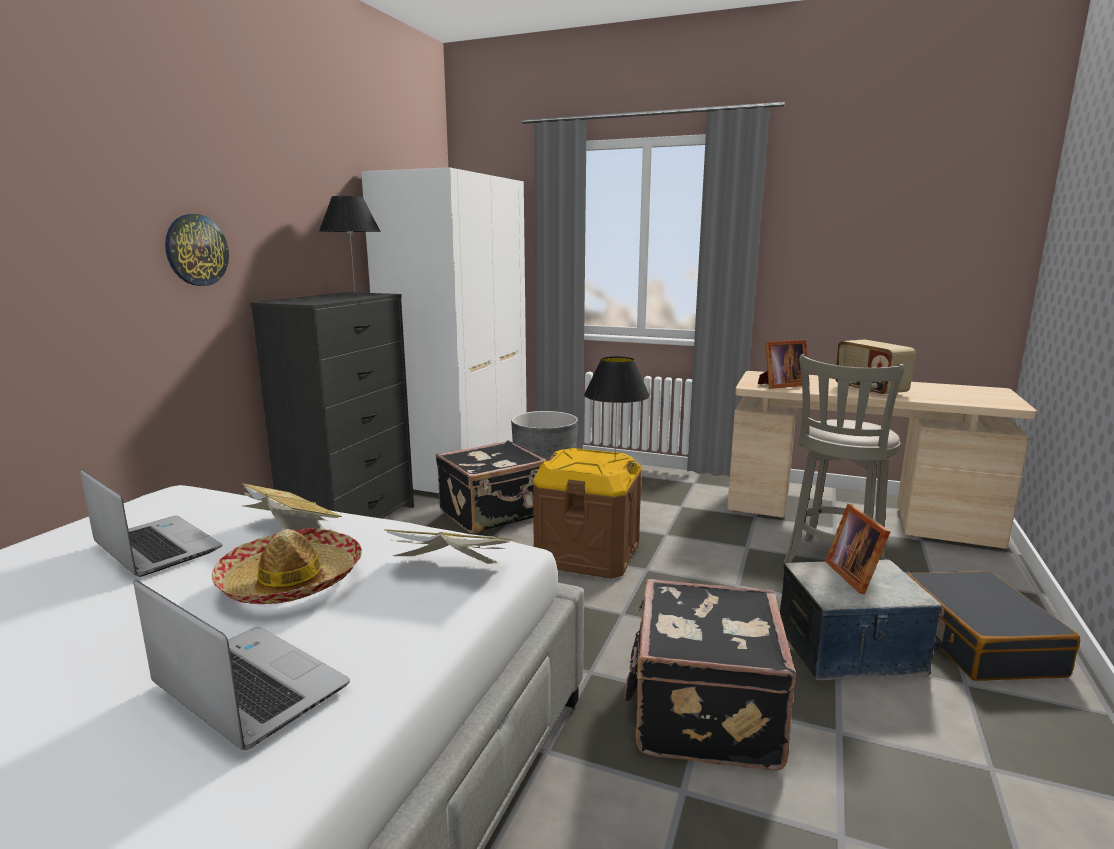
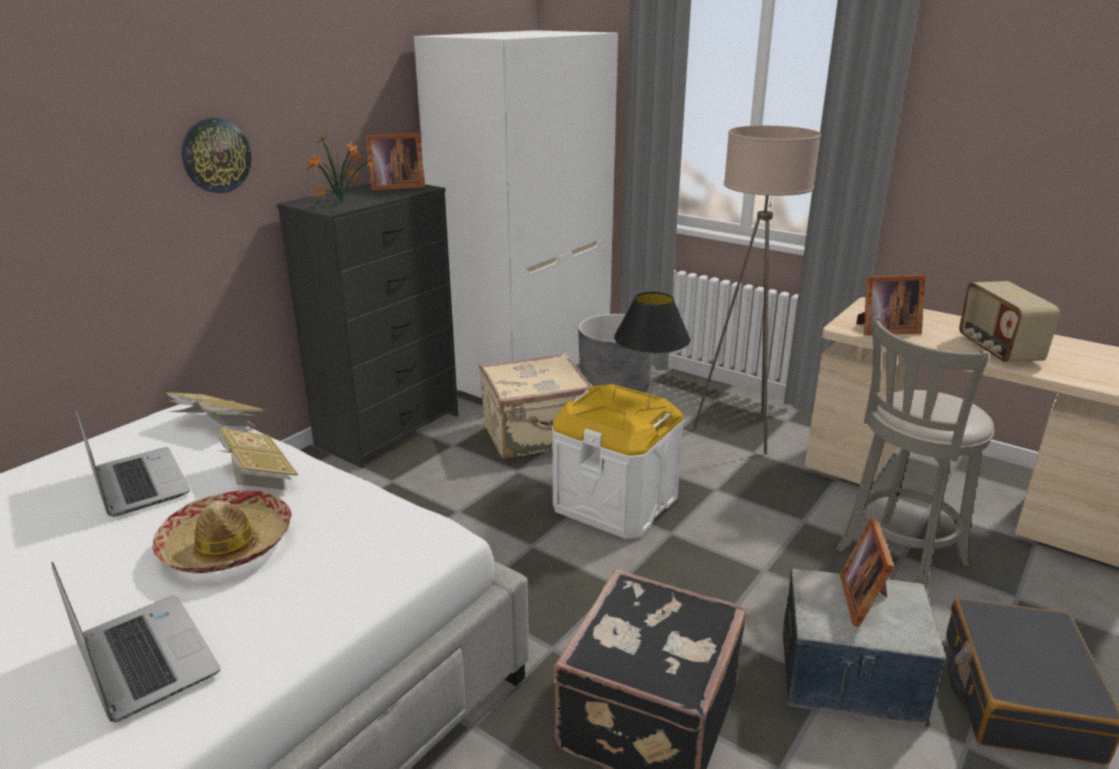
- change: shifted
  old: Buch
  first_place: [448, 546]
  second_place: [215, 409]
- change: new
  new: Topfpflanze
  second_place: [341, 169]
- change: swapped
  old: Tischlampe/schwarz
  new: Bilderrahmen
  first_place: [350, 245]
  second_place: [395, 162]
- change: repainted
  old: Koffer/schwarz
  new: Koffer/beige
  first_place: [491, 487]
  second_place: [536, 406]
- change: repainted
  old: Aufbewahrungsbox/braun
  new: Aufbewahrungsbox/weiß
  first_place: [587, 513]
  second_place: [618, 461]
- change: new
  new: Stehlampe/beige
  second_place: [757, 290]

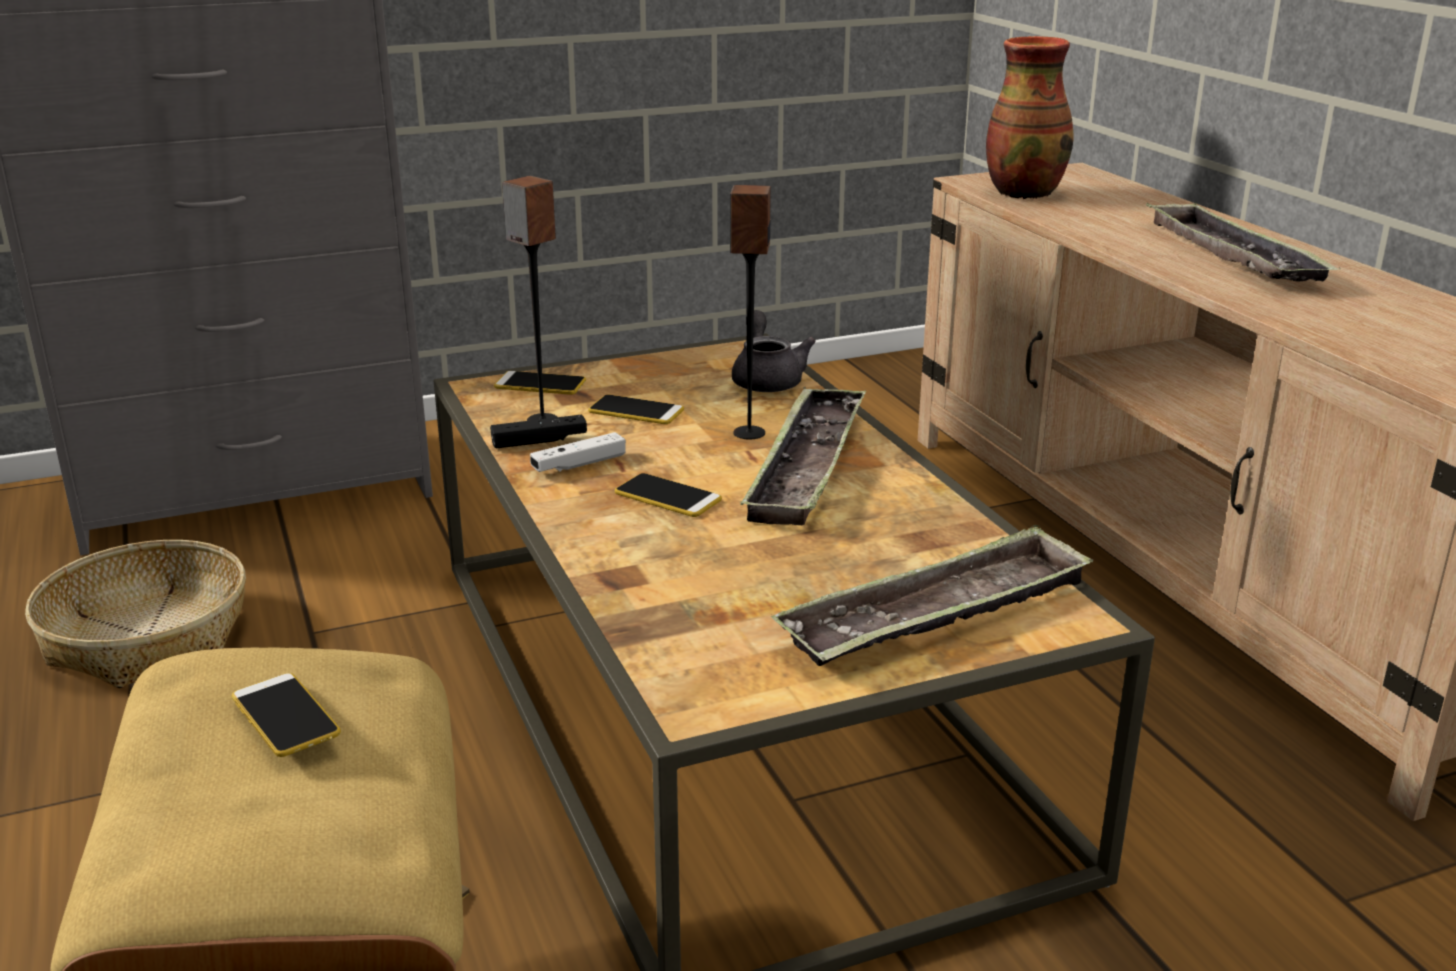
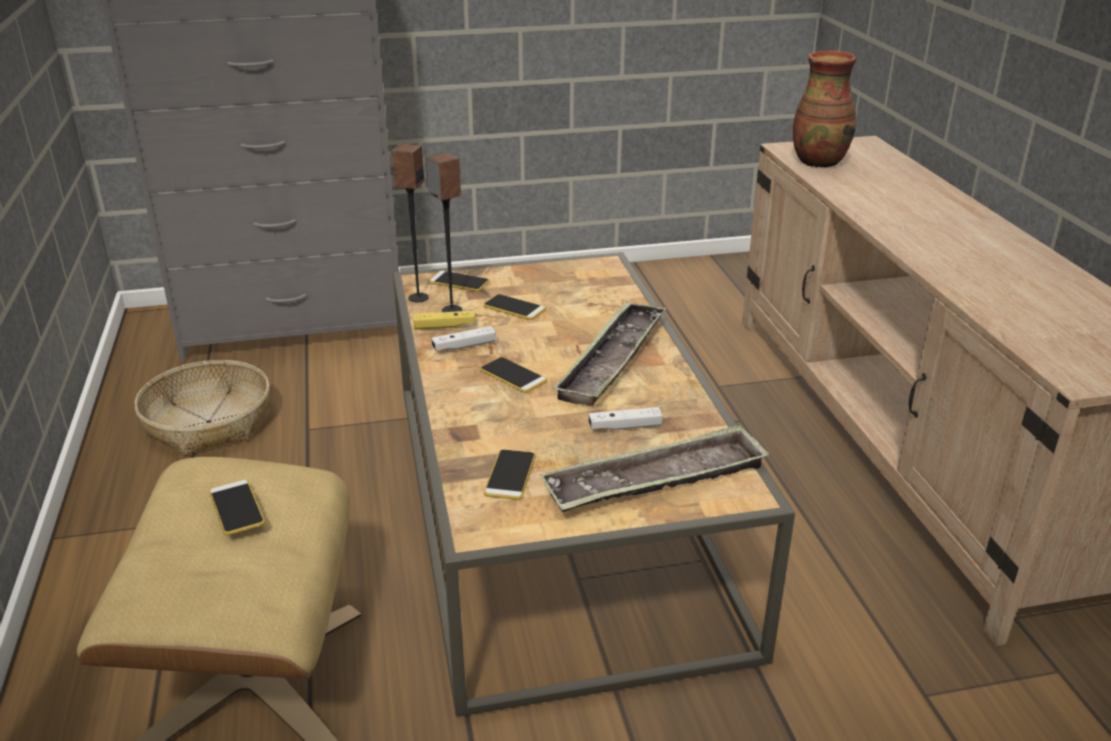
- change: shifted
  old: Lautsprecher
  first_place: [750, 312]
  second_place: [410, 223]
- change: repainted
  old: Gamepad/schwarz
  new: Gamepad/gelb
  first_place: [538, 432]
  second_place: [444, 320]
- change: new
  new: Handy
  second_place: [510, 474]
- change: new
  new: Gamepad/weiß
  second_place: [626, 418]
- change: gone
  old: Teekanne/grau
  first_place: [774, 351]
- change: gone
  old: Tablett
  first_place: [1243, 242]

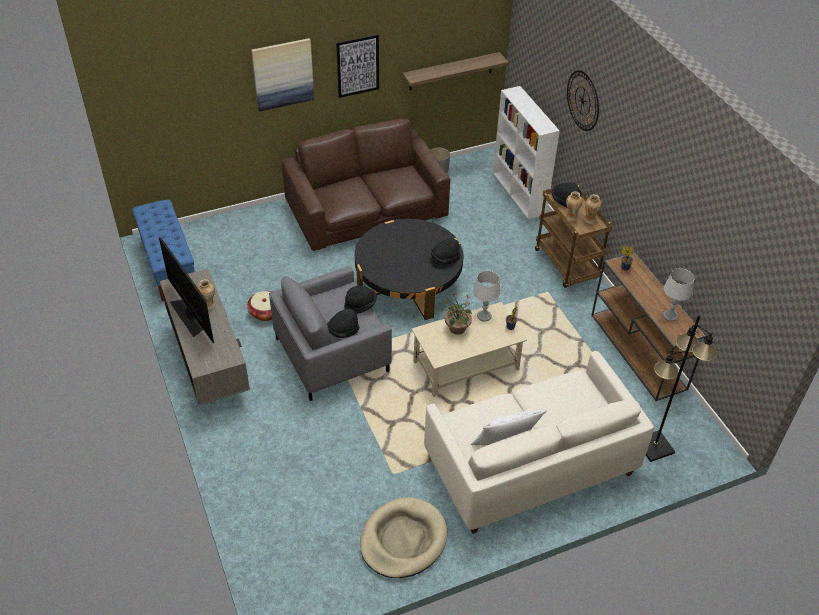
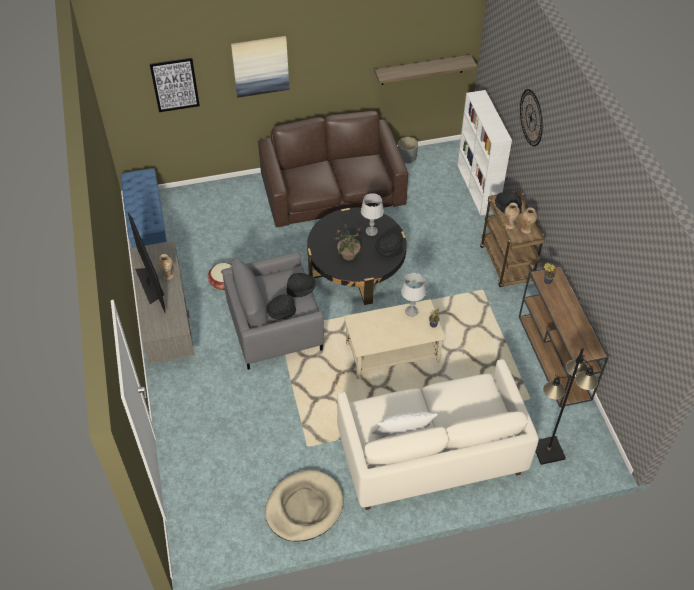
- change: shifted
  old: Bild
  first_place: [357, 66]
  second_place: [175, 85]
- change: shifted
  old: Topfpflanze
  first_place: [456, 313]
  second_place: [347, 242]
- change: shifted
  old: Tischlampe/grau
  first_place: [679, 294]
  second_place: [372, 214]

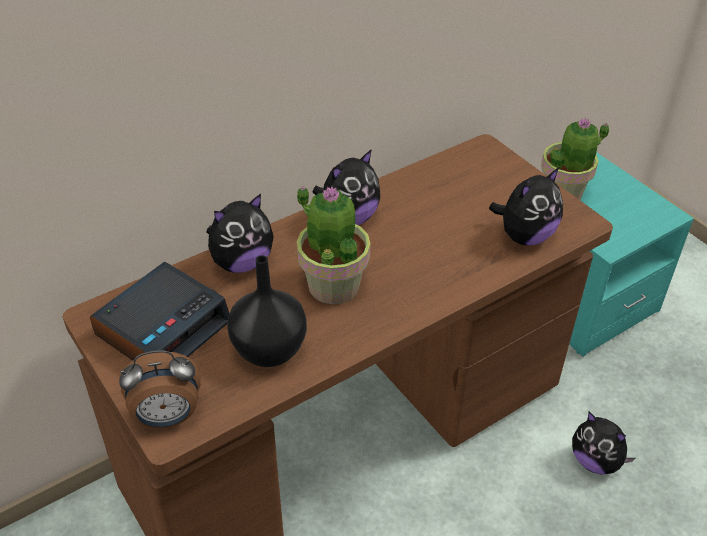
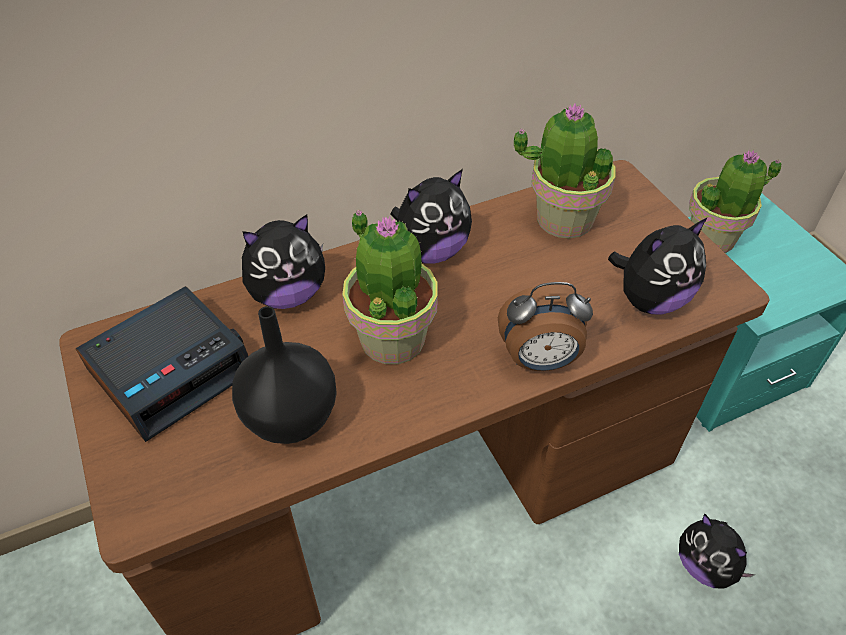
- change: shifted
  old: Wecker
  first_place: [160, 389]
  second_place: [545, 326]
- change: new
  new: Topfpflanze
  second_place: [564, 171]

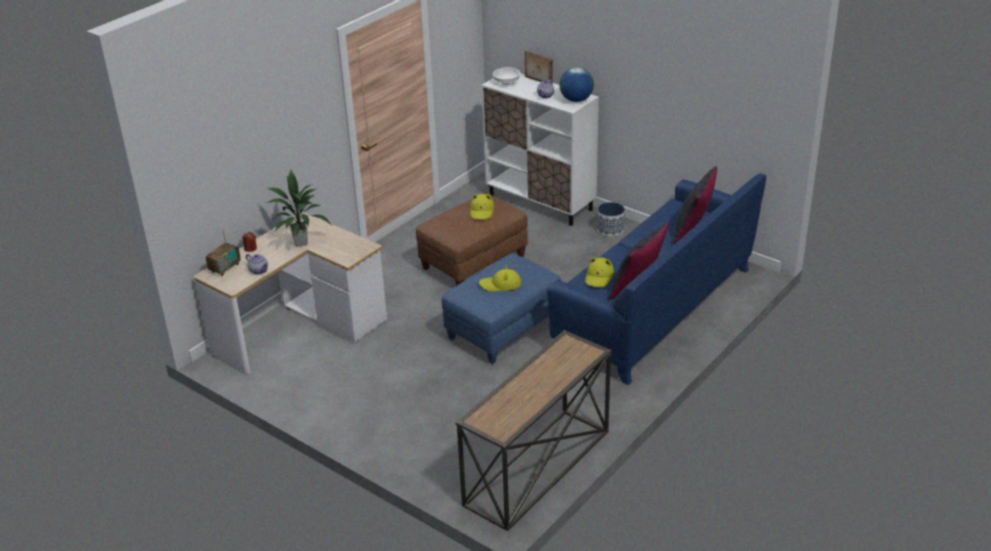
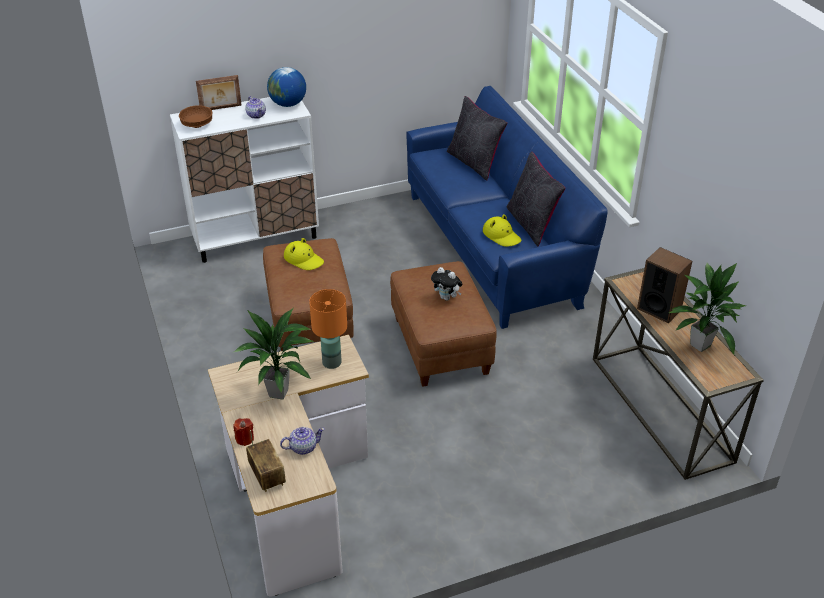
- change: repainted
  old: Schüssel/weiß
  new: Schüssel/braun
  first_place: [506, 76]
  second_place: [196, 116]
- change: new
  new: Tischlampe/orange
  second_place: [328, 329]
- change: repainted
  old: Polsterhocker/blau
  new: Polsterhocker/braun
  first_place: [501, 309]
  second_place: [443, 324]
- change: swapped
  old: Hut/gelb
  new: Plüschtier
  first_place: [500, 278]
  second_place: [446, 284]
- change: new
  new: Lautsprecher
  second_place: [664, 285]
- change: new
  new: Topfpflanze
  second_place: [707, 309]
- change: gone
  old: Pflanzkübel
  first_place: [611, 219]

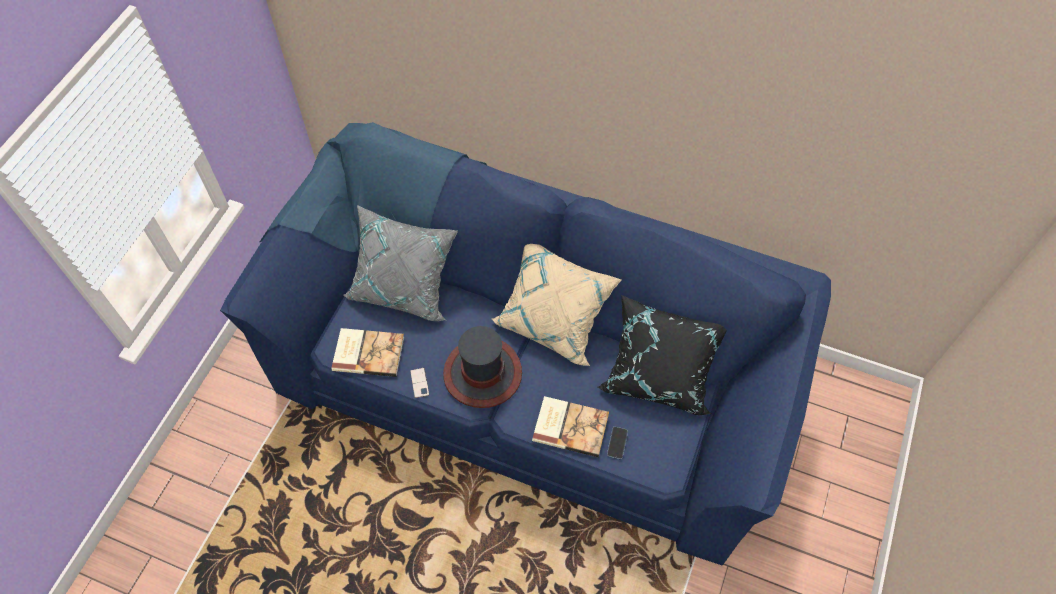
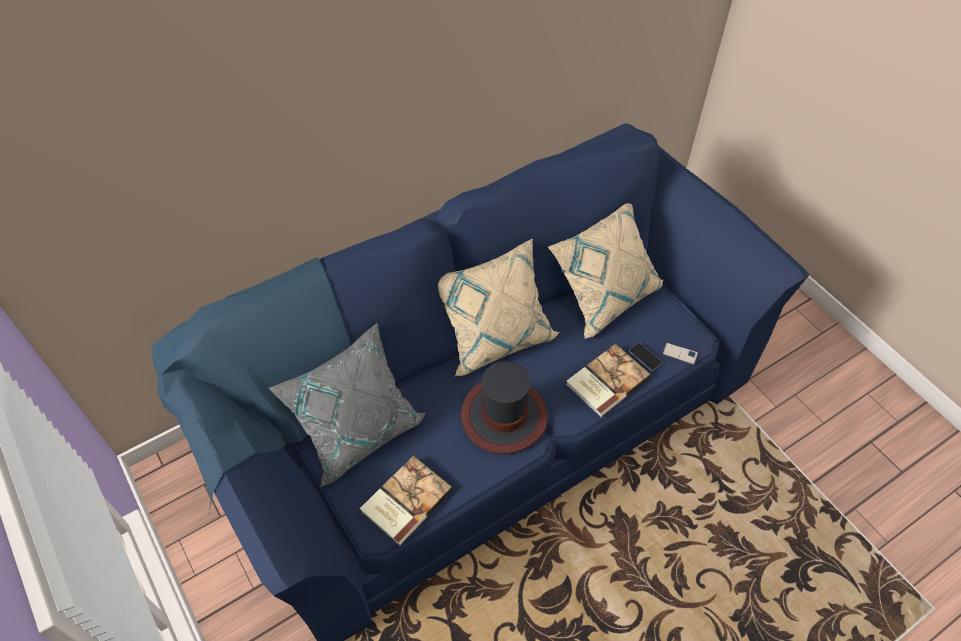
- change: repainted
  old: Kissen/schwarz
  new: Kissen/beige
  first_place: [662, 355]
  second_place: [605, 271]
- change: shifted
  old: Handy
  first_place: [419, 383]
  second_place: [680, 353]

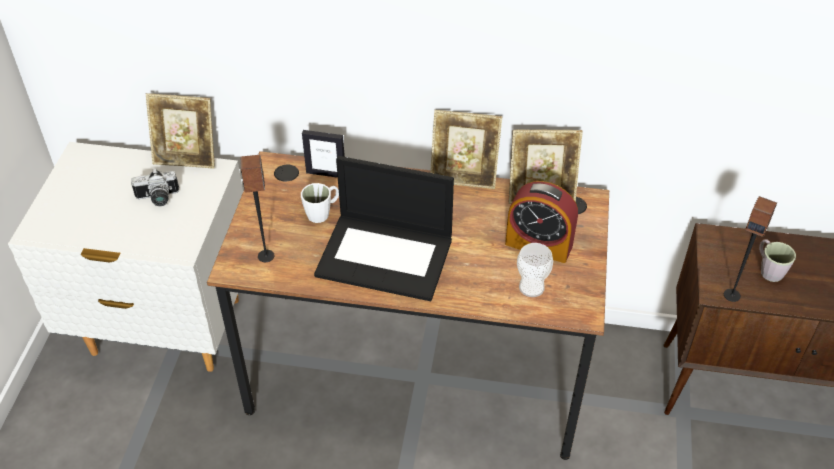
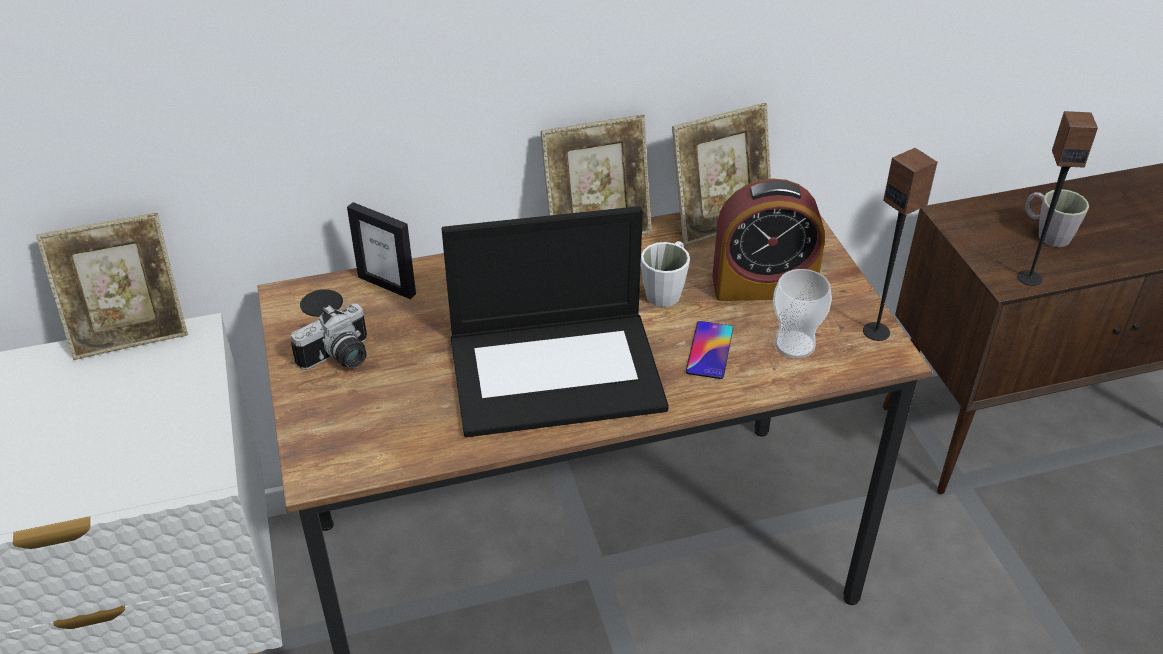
- change: shifted
  old: Kamera
  first_place: [155, 187]
  second_place: [329, 336]
- change: rotated
  old: Bilderrahmen
  first_place: [323, 154]
  second_place: [381, 250]
  degrees: 45
- change: shifted
  old: Henkelbecher/weiß
  first_place: [320, 203]
  second_place: [665, 274]
- change: new
  new: Handy
  second_place: [709, 350]
- change: shifted
  old: Lautsprecher
  first_place: [257, 208]
  second_place: [900, 244]

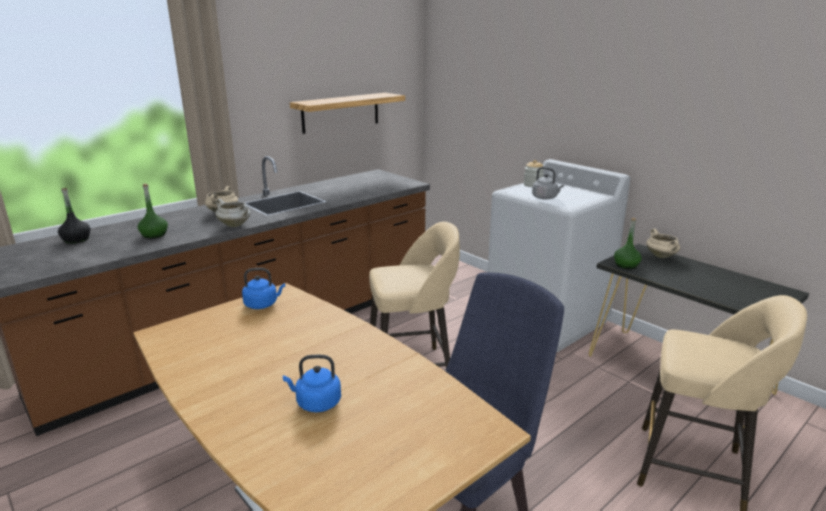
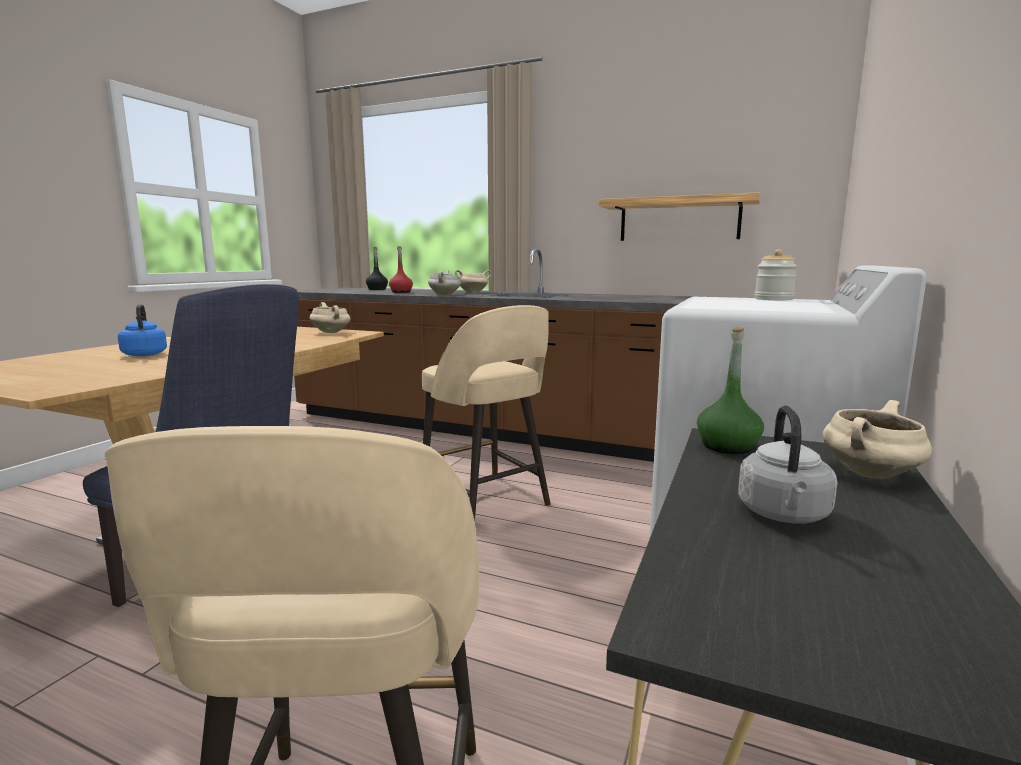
- change: swapped
  old: Wasserkessel/blau
  new: Kochtopf/beige
  first_place: [263, 288]
  second_place: [330, 317]
- change: repainted
  old: Flasche/grün
  new: Flasche/rot
  first_place: [153, 211]
  second_place: [401, 269]
- change: shifted
  old: Wasserkessel/grau
  first_place: [548, 183]
  second_place: [788, 465]

